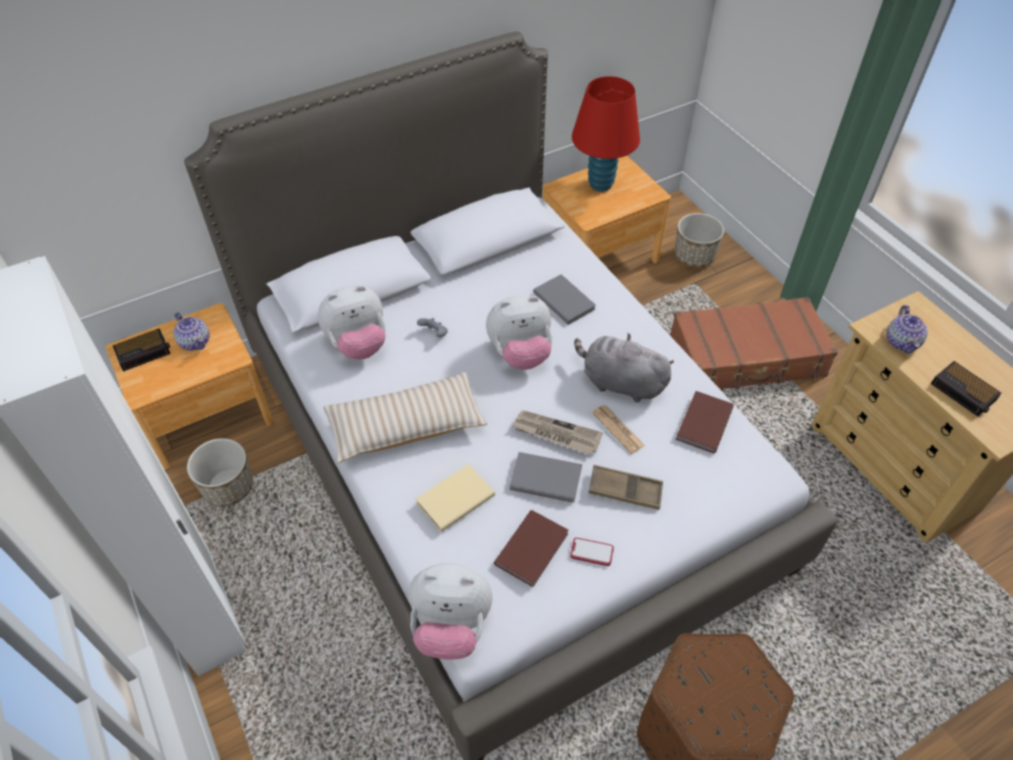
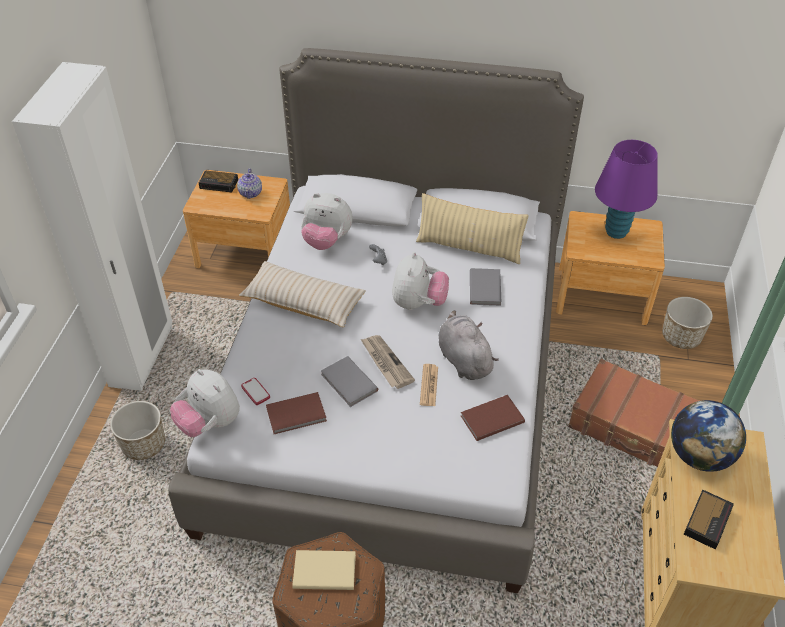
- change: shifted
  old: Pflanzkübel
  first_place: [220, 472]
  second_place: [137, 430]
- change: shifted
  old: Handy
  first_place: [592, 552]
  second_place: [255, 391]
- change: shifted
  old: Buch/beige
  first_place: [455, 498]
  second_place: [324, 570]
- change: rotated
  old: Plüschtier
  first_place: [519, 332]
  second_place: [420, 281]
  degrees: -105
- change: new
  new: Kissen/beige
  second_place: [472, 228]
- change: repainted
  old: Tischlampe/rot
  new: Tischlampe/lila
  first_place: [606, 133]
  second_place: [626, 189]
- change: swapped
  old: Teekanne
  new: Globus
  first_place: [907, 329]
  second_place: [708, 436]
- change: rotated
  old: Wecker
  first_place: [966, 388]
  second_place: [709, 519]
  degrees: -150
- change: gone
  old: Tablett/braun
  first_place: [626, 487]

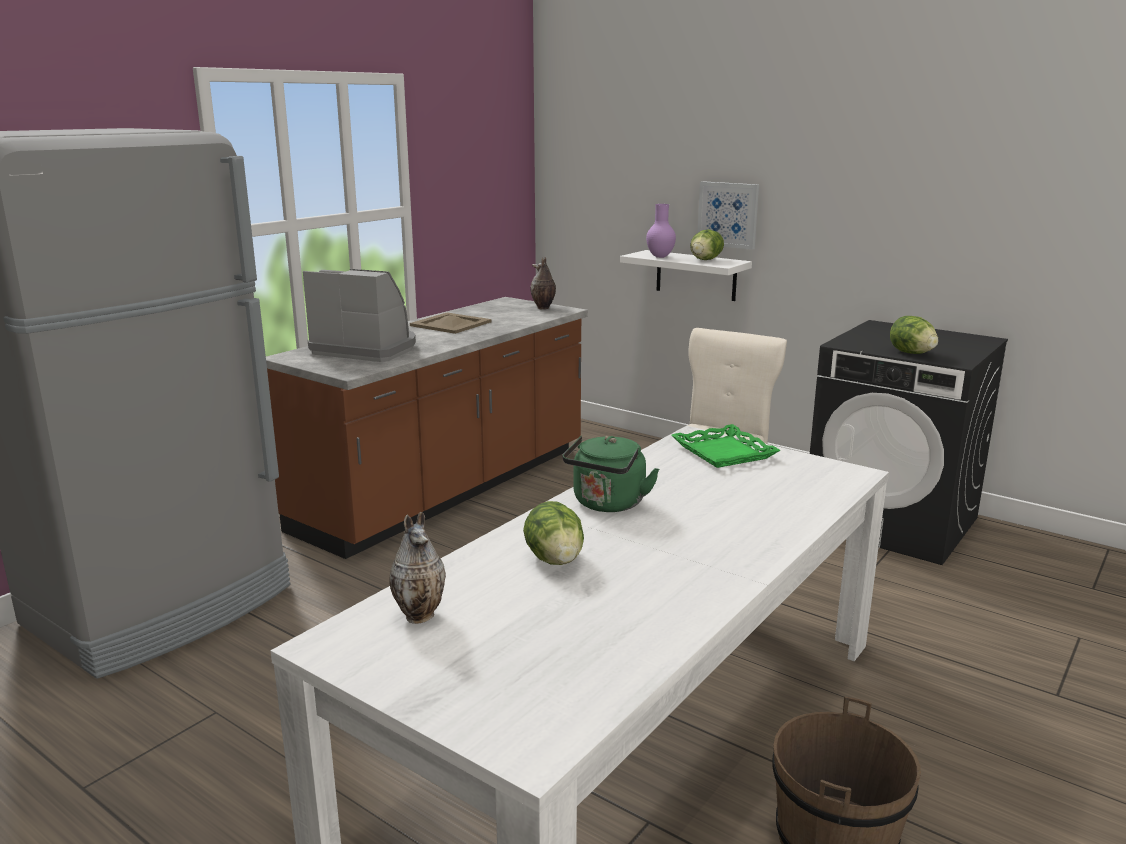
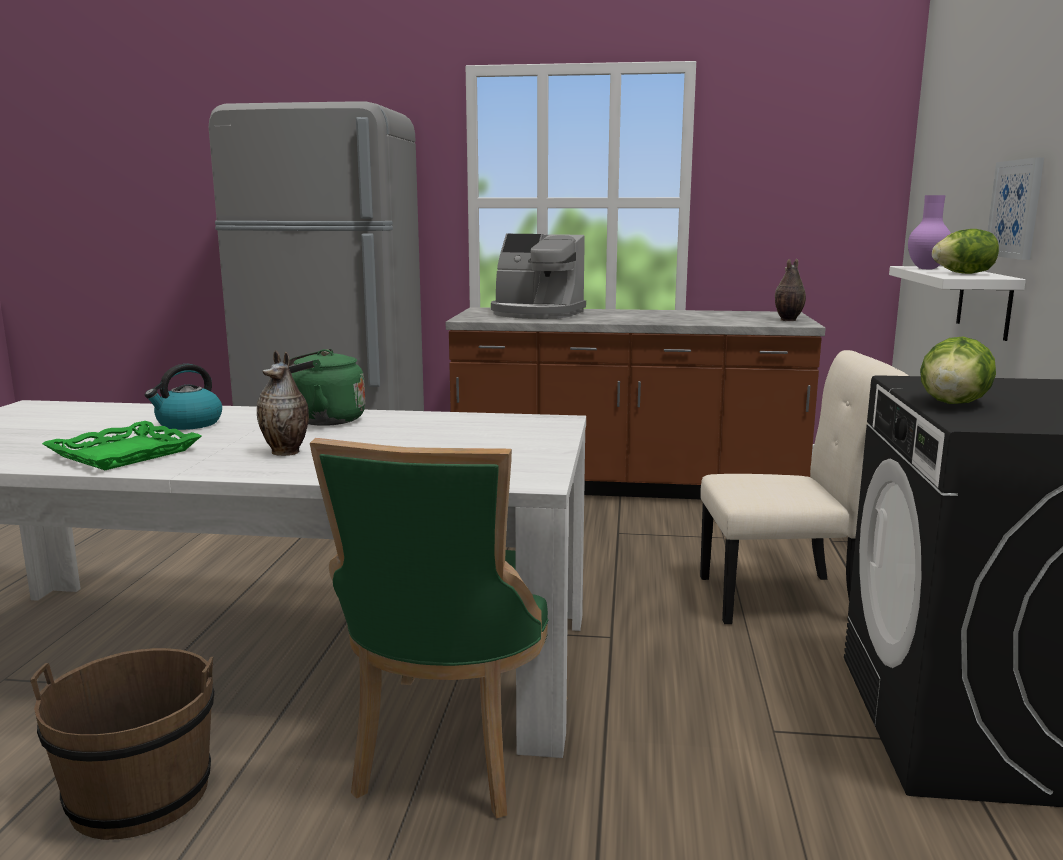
- change: shifted
  old: Tablett/grün
  first_place: [726, 446]
  second_place: [121, 445]
- change: swapped
  old: Salatkopf
  new: Wasserkessel
  first_place: [553, 533]
  second_place: [183, 397]
- change: shifted
  old: Vase
  first_place: [417, 568]
  second_place: [283, 403]
- change: new
  new: Stuhl/grün
  second_place: [429, 628]
- change: rotated
  old: Kaffeemaschine
  first_place: [359, 315]
  second_place: [538, 276]
  degrees: 120
- change: gone
  old: Tablett/beige
  first_place: [451, 323]

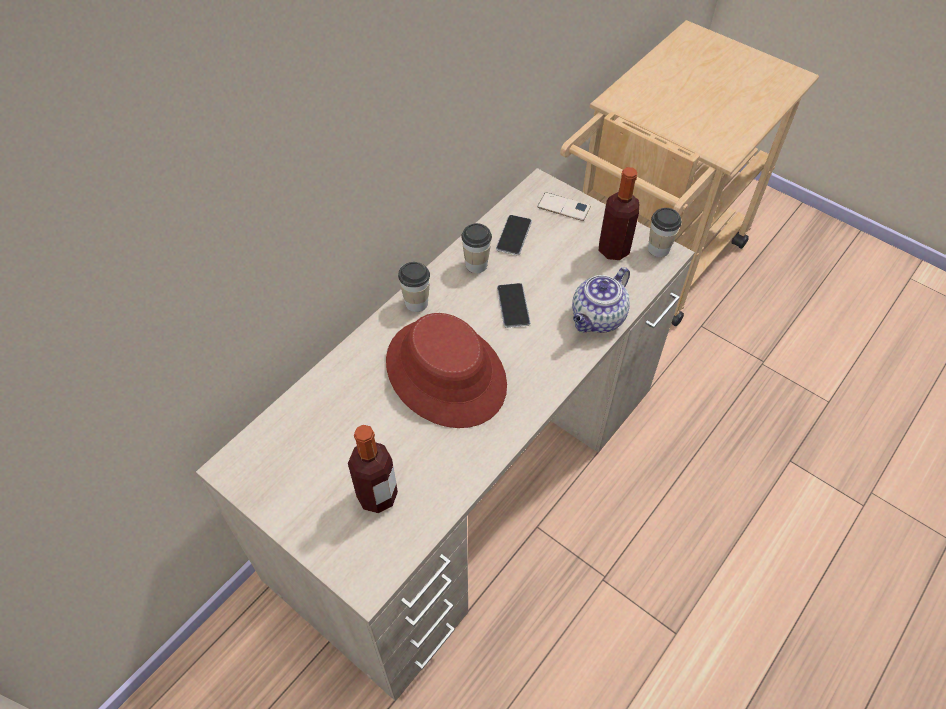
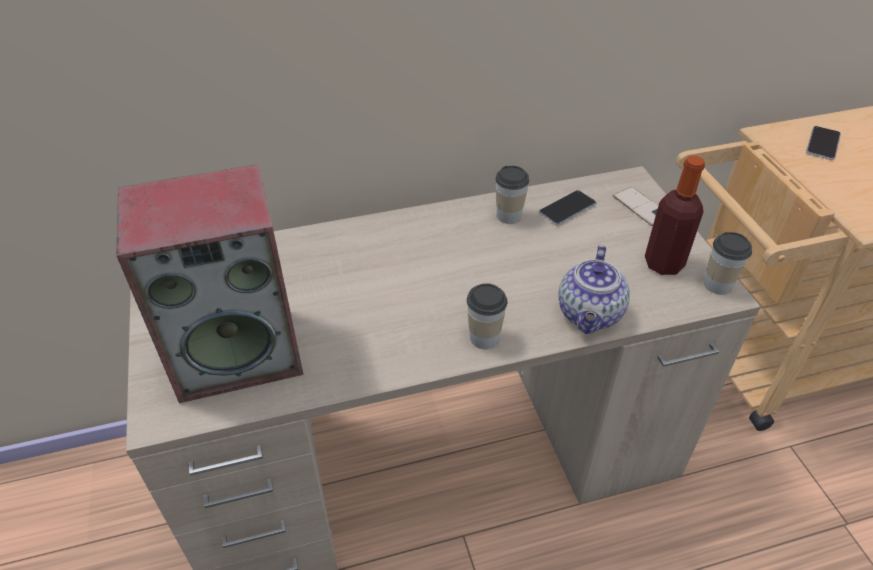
- change: swapped
  old: Flasche
  new: Lautsprecher
  first_place: [373, 469]
  second_place: [210, 283]
- change: shifted
  old: Tasse
  first_place: [414, 287]
  second_place: [487, 316]
- change: rotated
  old: Teekanne
  first_place: [601, 300]
  second_place: [594, 289]
  degrees: -60
- change: shifted
  old: Handy
  first_place: [513, 305]
  second_place: [823, 143]
- change: gone
  old: Hut/rot
  first_place: [446, 370]

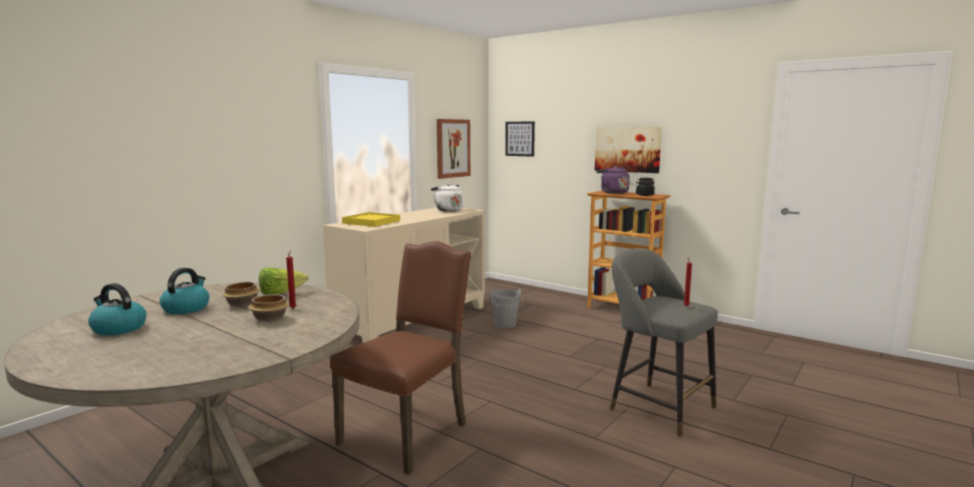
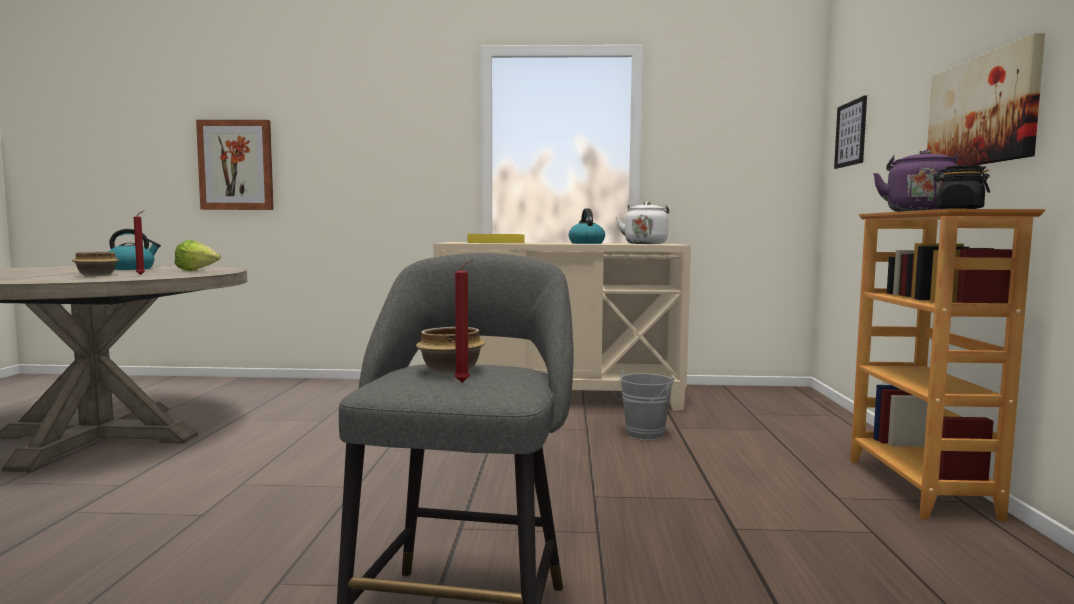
- change: shifted
  old: Bild
  first_place: [453, 149]
  second_place: [235, 165]
- change: shifted
  old: Schüssel
  first_place: [241, 295]
  second_place: [450, 350]
- change: shifted
  old: Wasserkessel
  first_place: [117, 309]
  second_place: [587, 226]
- change: gone
  old: Stuhl/braun
  first_place: [400, 357]

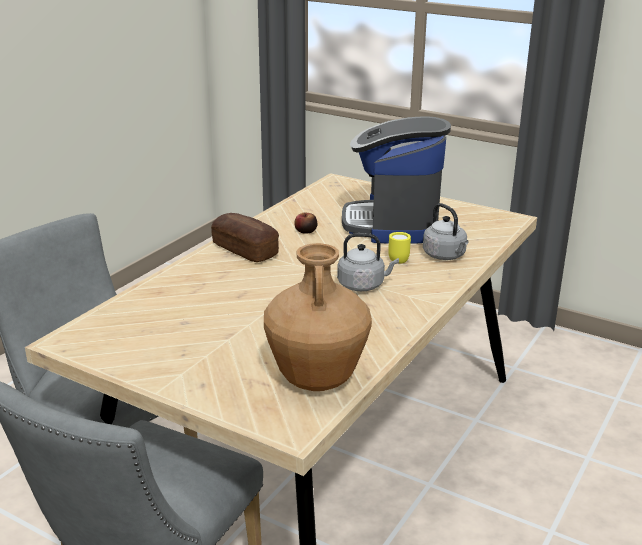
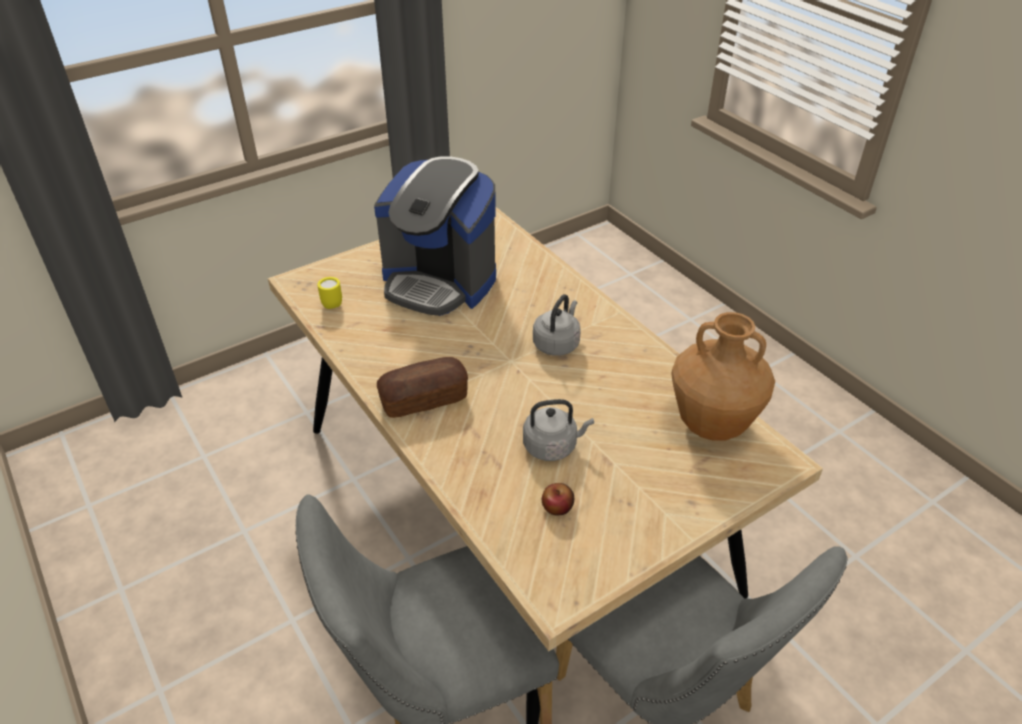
- change: shifted
  old: Henkelbecher/gelb
  first_place: [399, 247]
  second_place: [329, 293]
- change: shifted
  old: Wasserkessel/grau
  first_place: [445, 231]
  second_place: [558, 430]
- change: shifted
  old: Apfel
  first_place: [306, 223]
  second_place: [558, 499]

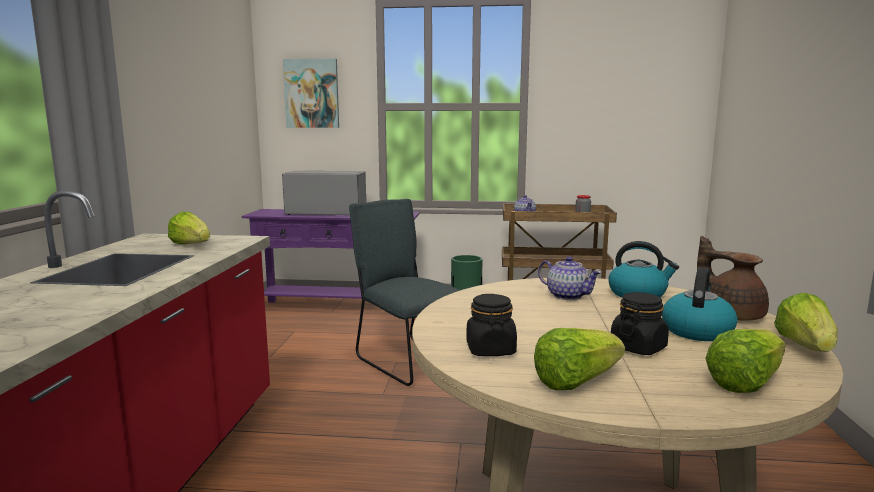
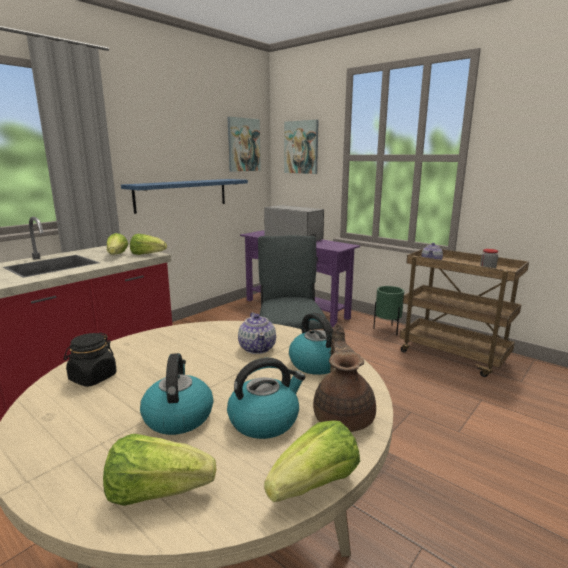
- change: new
  new: Wandregal/blau
  second_place: [184, 196]
- change: shifted
  old: Salatkopf
  first_place: [579, 359]
  second_place: [148, 244]
- change: swapped
  old: Vorratsglas/schwarz
  new: Wasserkessel
  first_place: [640, 323]
  second_place: [176, 394]
- change: new
  new: Bild
  second_place: [244, 144]

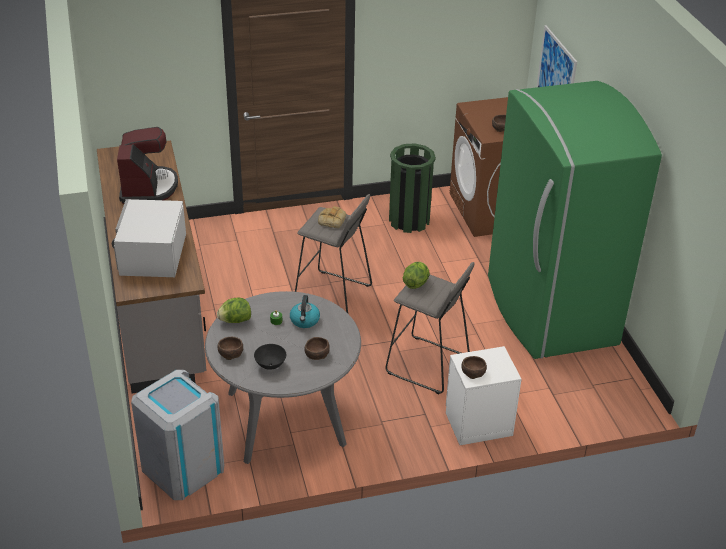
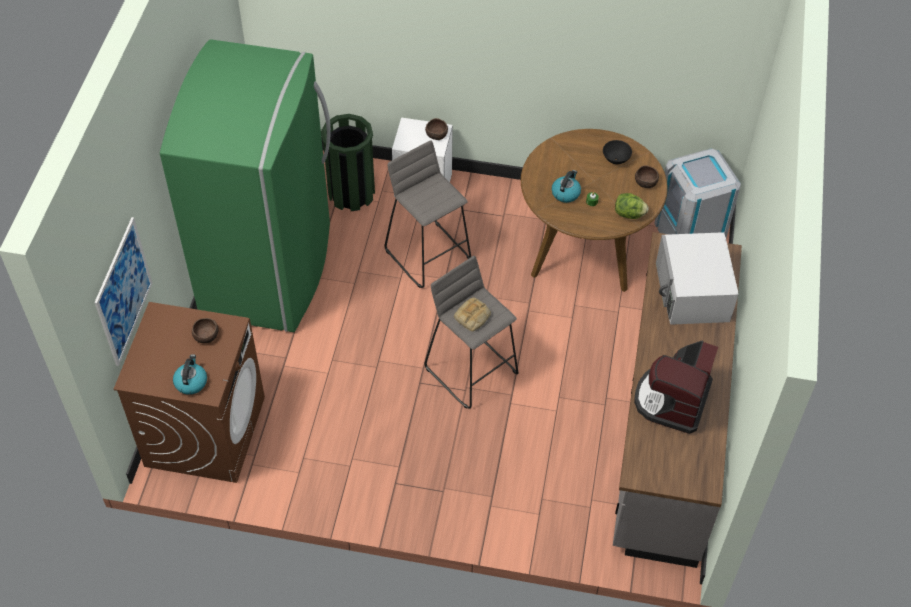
- change: new
  new: Wasserkessel
  second_place: [190, 374]
- change: shifted
  old: Mülleimer/grün
  first_place: [412, 188]
  second_place: [348, 162]
- change: repainted
  old: Esstisch/grau
  new: Esstisch/braun
  first_place: [283, 377]
  second_place: [594, 210]
- change: rotated
  old: Mikrowelle/weiß
  first_place: [149, 238]
  second_place: [697, 278]
  degrees: 150
- change: gone
  old: Schüssel/braun
  first_place: [317, 348]
- change: gone
  old: Salatkopf
  first_place: [416, 275]

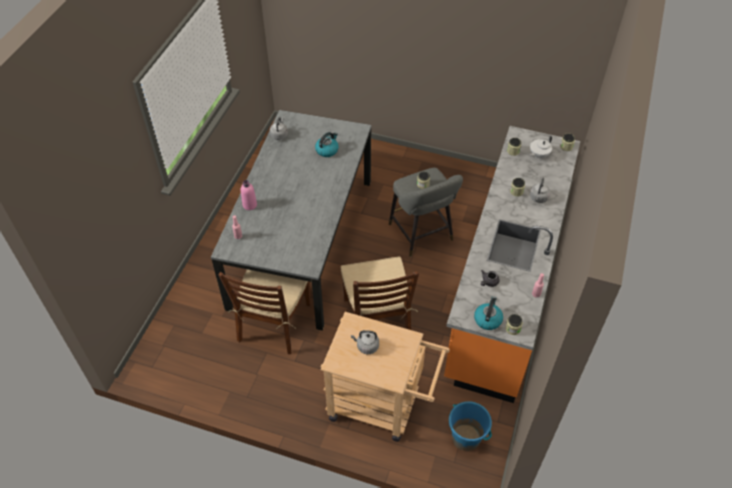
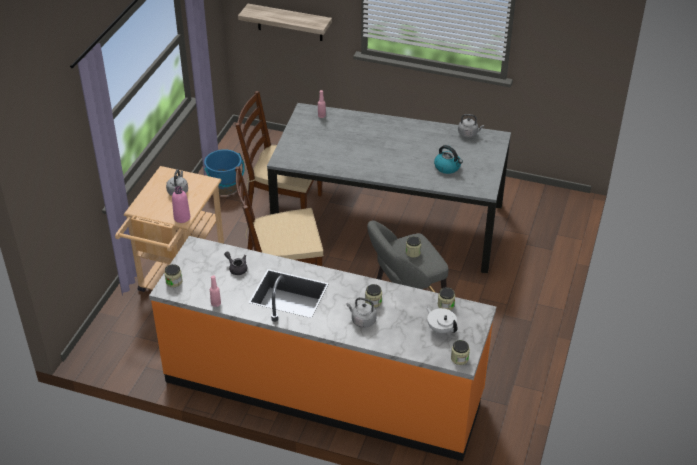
- change: shifted
  old: Flasche/rosa
  first_place: [249, 195]
  second_place: [181, 204]
- change: shifted
  old: Eimer/blau
  first_place: [470, 426]
  second_place: [224, 172]
- change: new
  new: Wandregal
  second_place: [285, 22]
- change: gone
  old: Wasserkessel
  first_place: [488, 313]

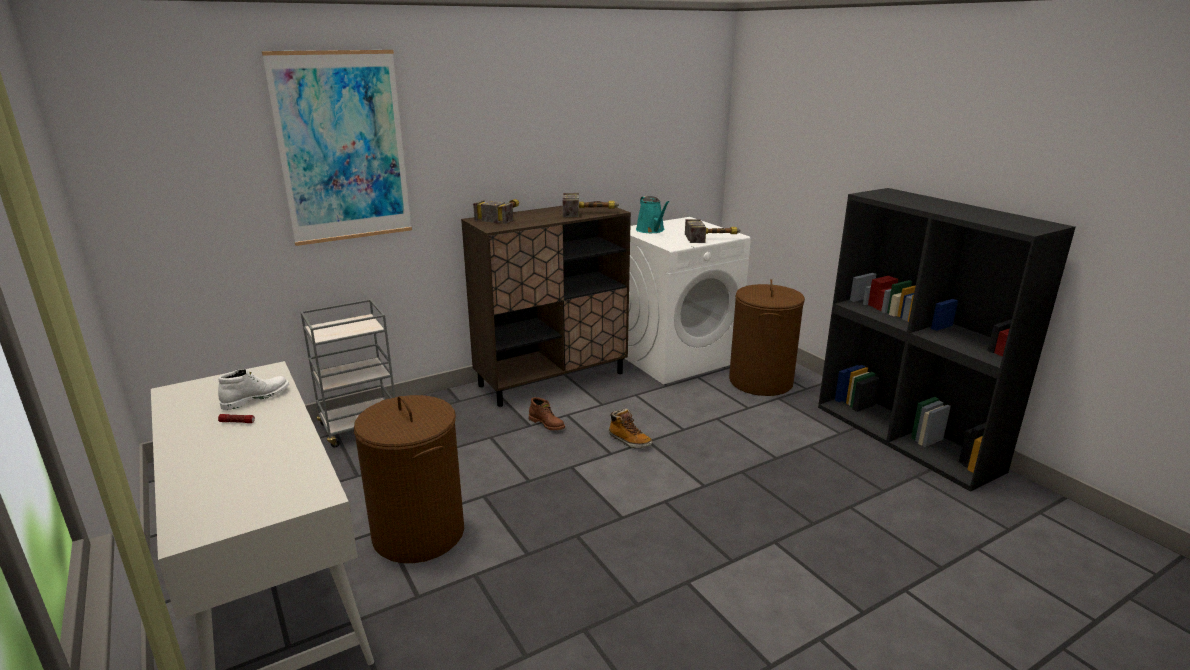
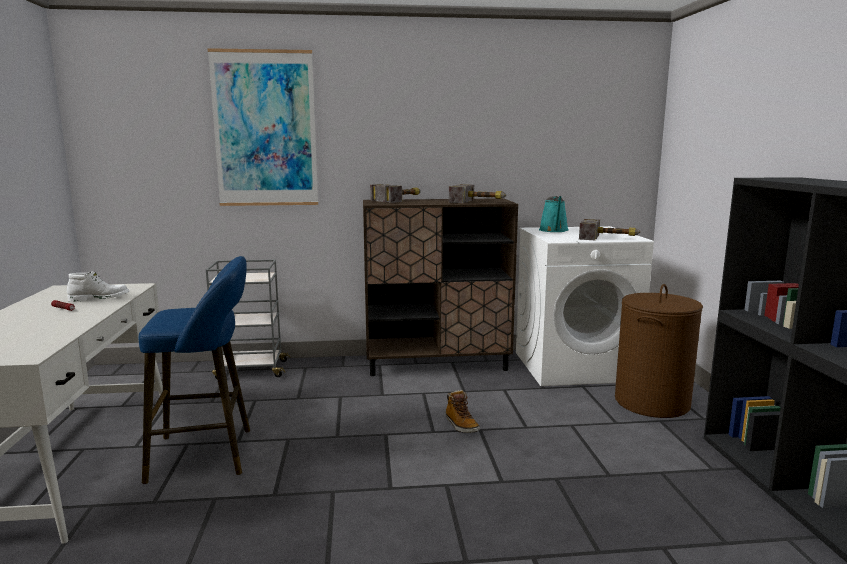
- change: swapped
  old: Wäschekorb/braun
  new: Hocker/blau
  first_place: [409, 479]
  second_place: [194, 370]
- change: gone
  old: Stiefel/braun
  first_place: [547, 413]

